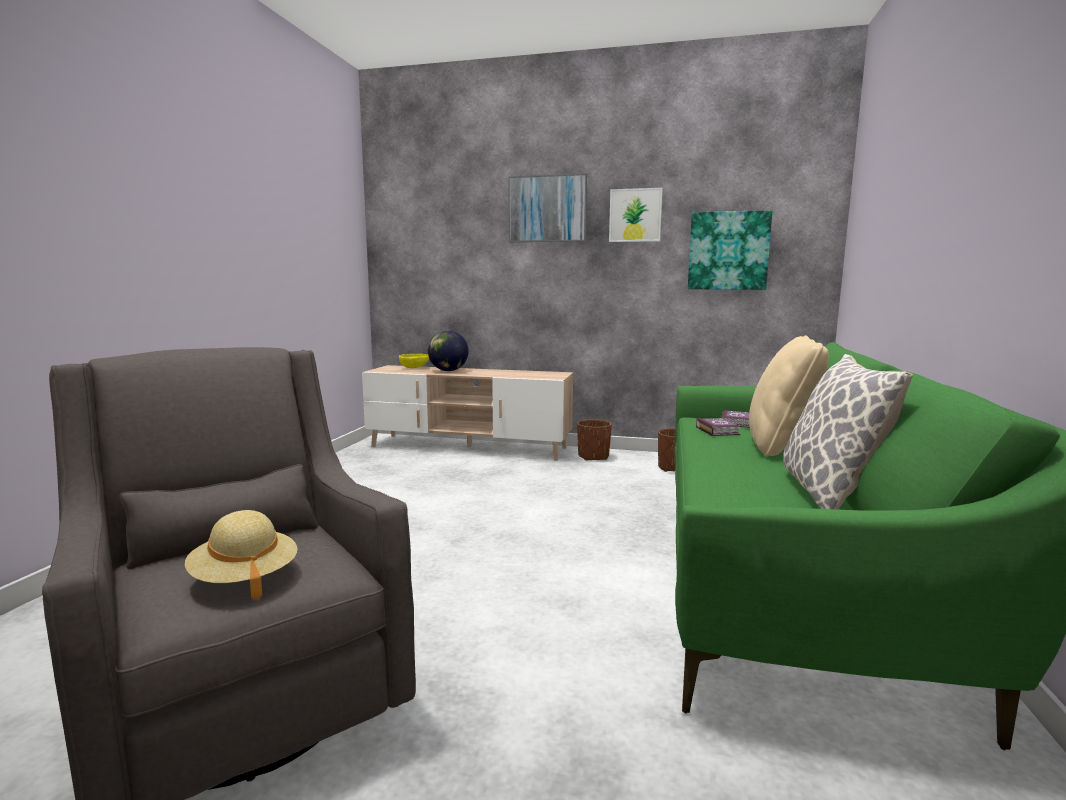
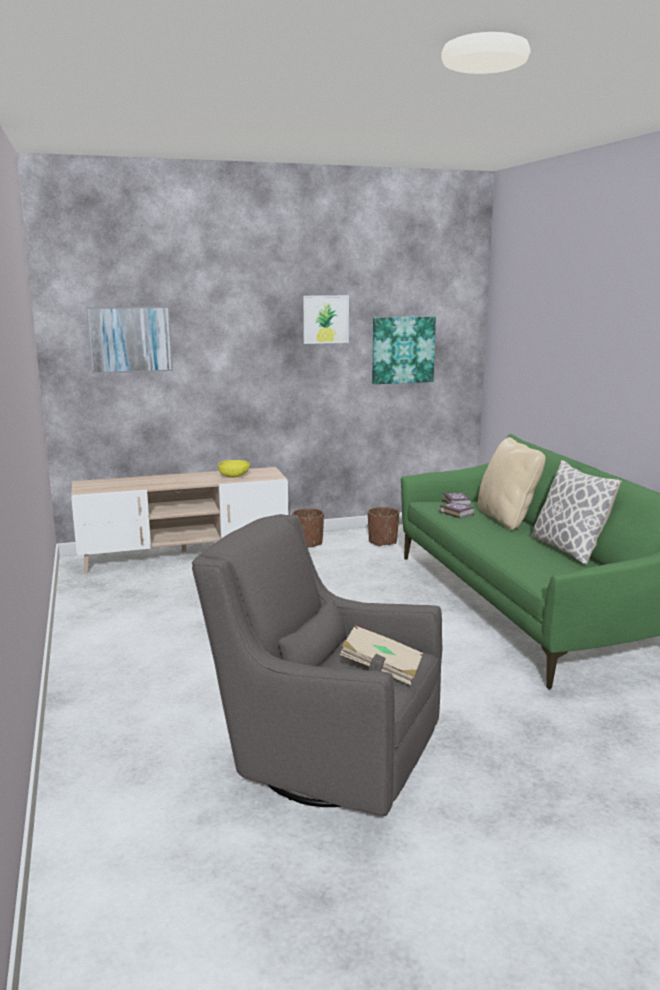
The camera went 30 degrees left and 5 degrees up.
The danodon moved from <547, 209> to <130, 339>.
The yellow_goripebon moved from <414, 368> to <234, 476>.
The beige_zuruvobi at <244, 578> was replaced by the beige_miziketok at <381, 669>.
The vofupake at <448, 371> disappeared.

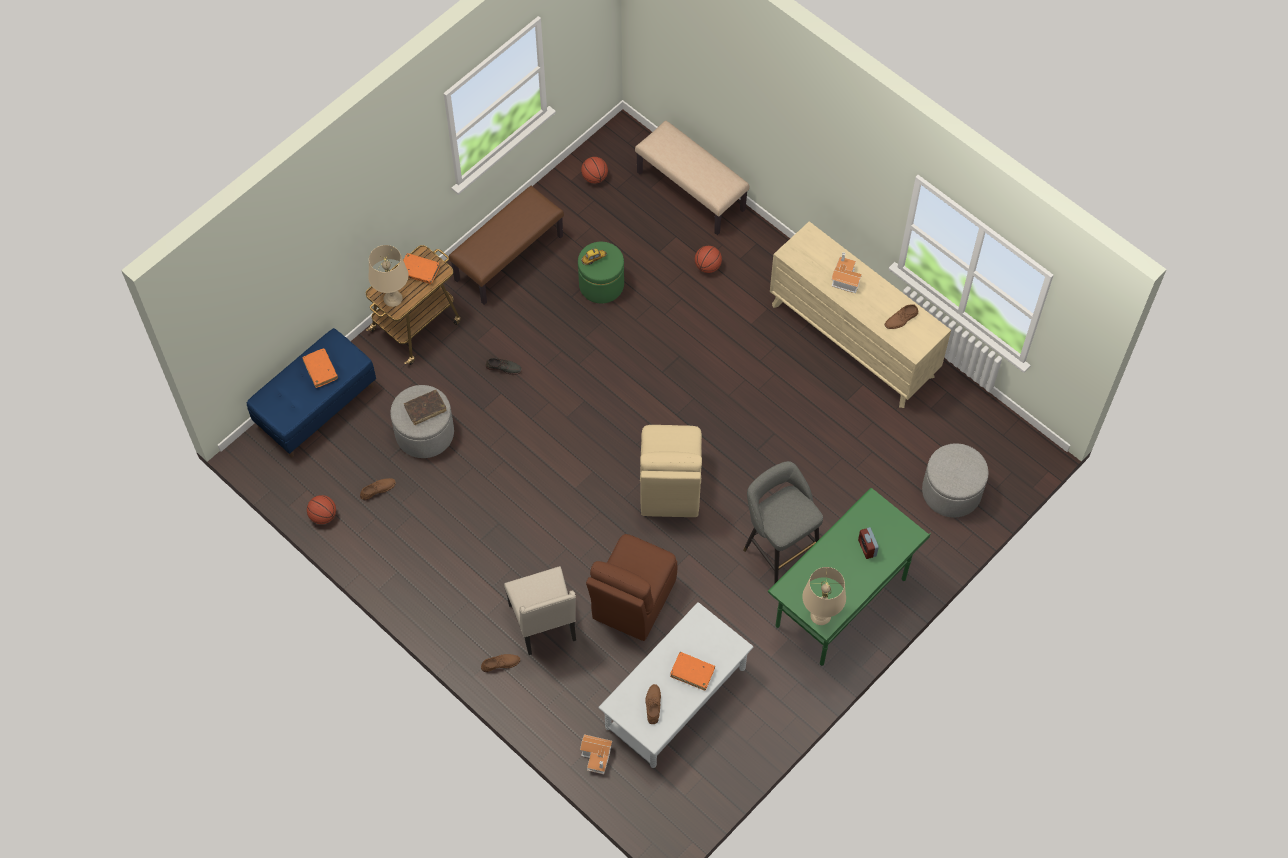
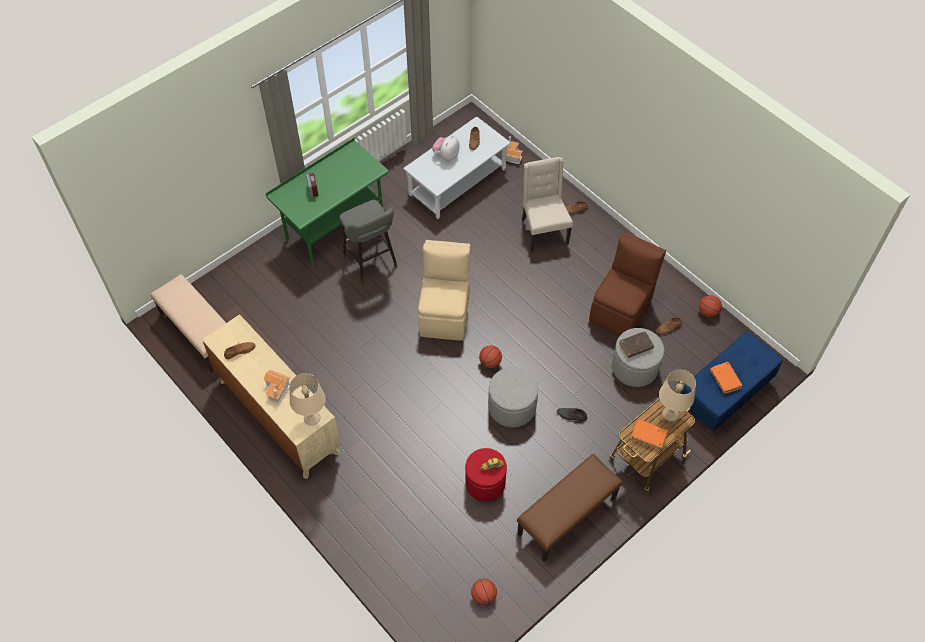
The camera went 175 degrees left and 5 degrees down.
The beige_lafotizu moved from <691, 191> to <199, 333>.
The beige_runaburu moved from <820, 615> to <312, 418>.
The orange_miziketok at <692, 672> was replaced by the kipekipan at <446, 156>.
The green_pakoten at <601, 285> became the red_pakoten at <485, 483>.
The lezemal moved from <707, 266> to <490, 362>.
The grey_pakoten moved from <951, 491> to <512, 406>.
The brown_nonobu moved from <632, 601> to <621, 309>.

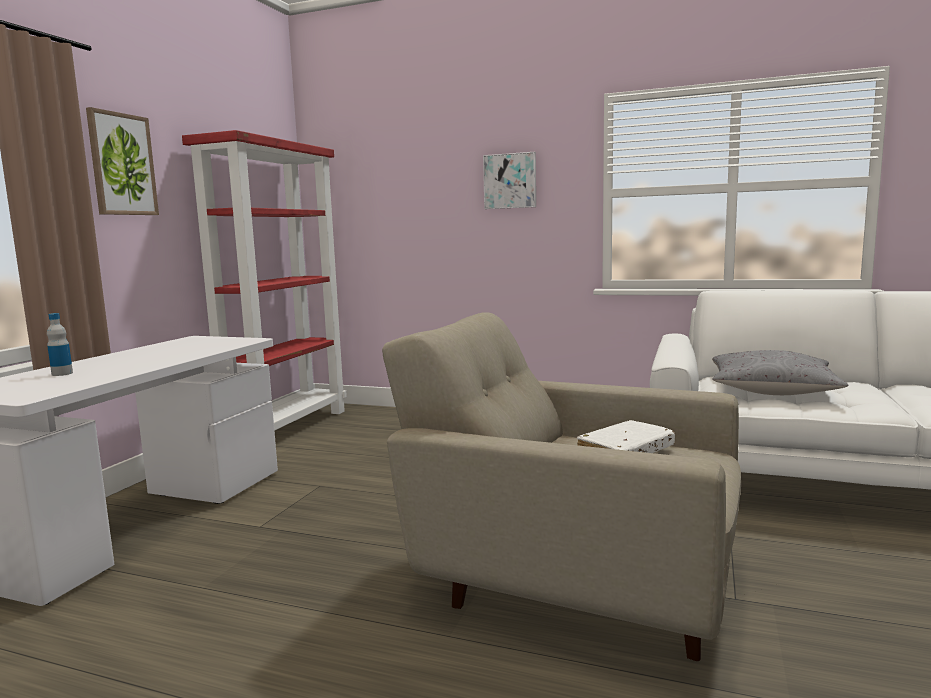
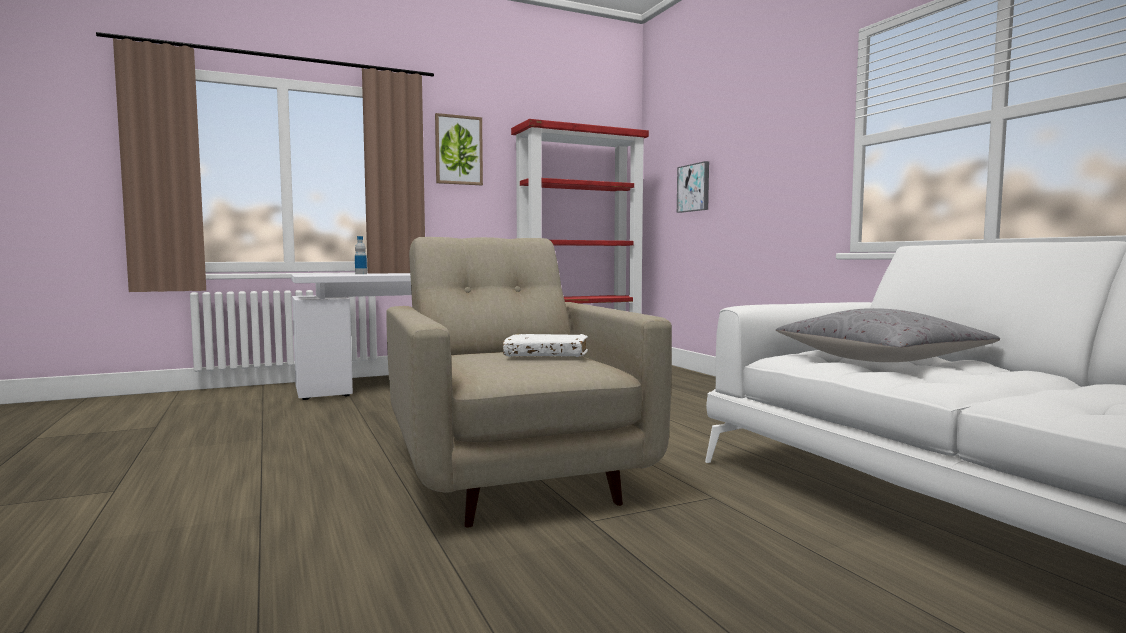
The camera went 45 degrees right and 5 degrees down.
The danodon moved from <510, 181> to <694, 188>.

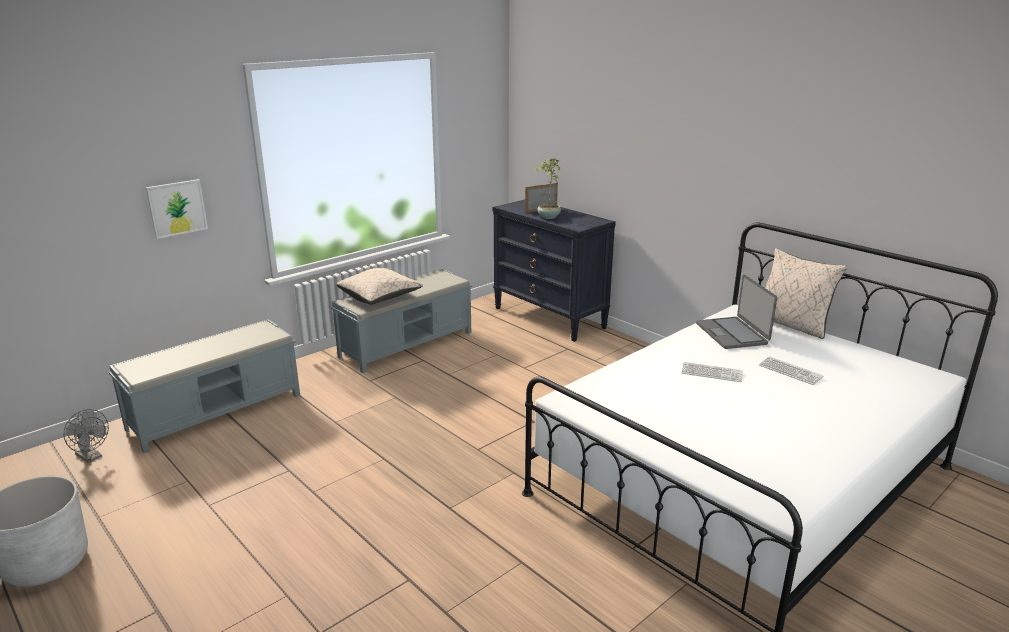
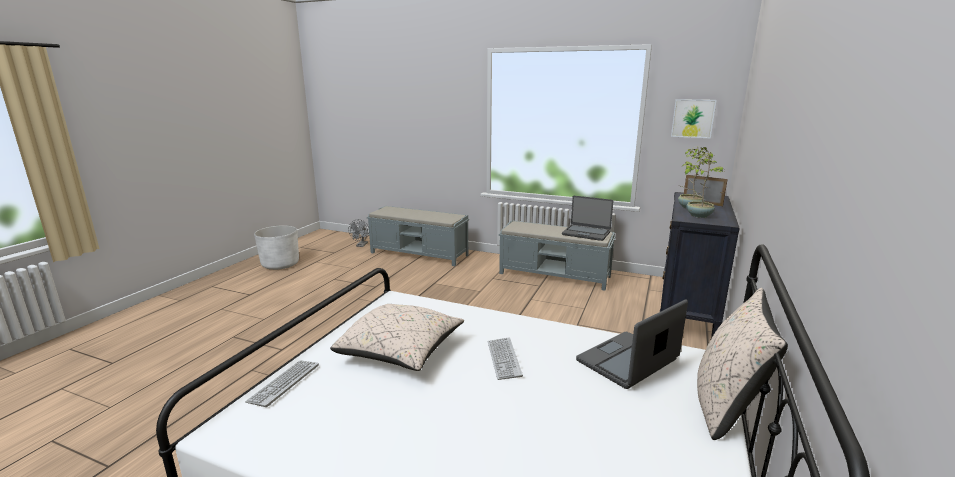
The camera went 65 degrees right and 5 degrees down.
The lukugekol moved from <790, 371> to <284, 383>.
The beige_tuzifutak moved from <380, 297> to <401, 351>.
The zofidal at <586, 233> appeared.
The danodon moved from <177, 208> to <693, 118>.
The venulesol at <698, 215> appeared.

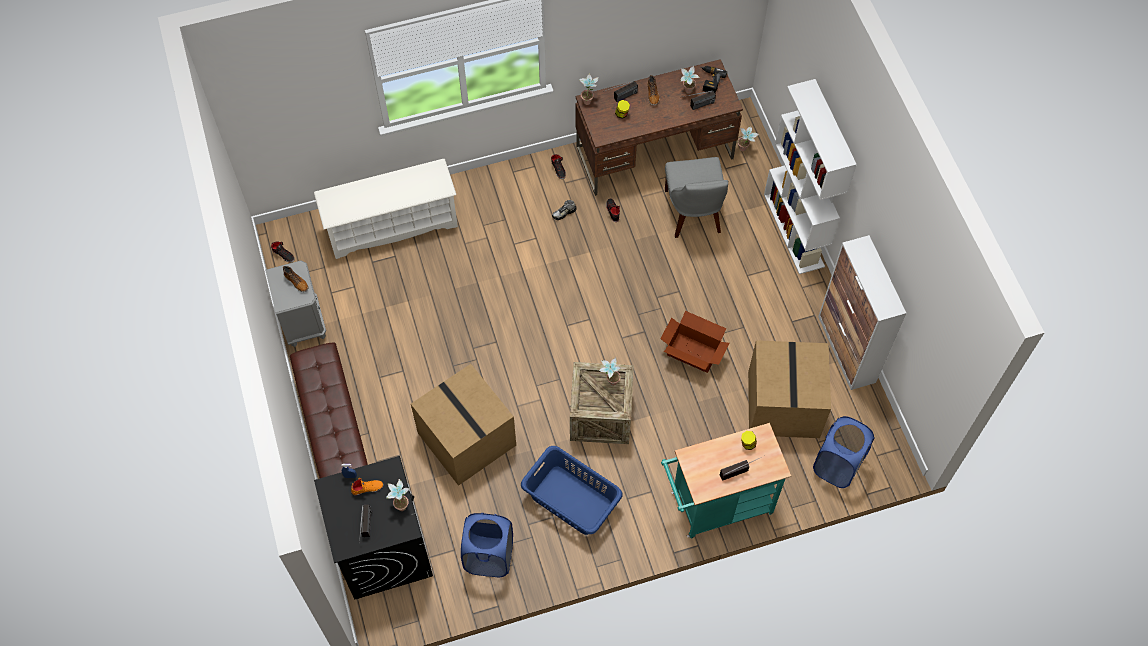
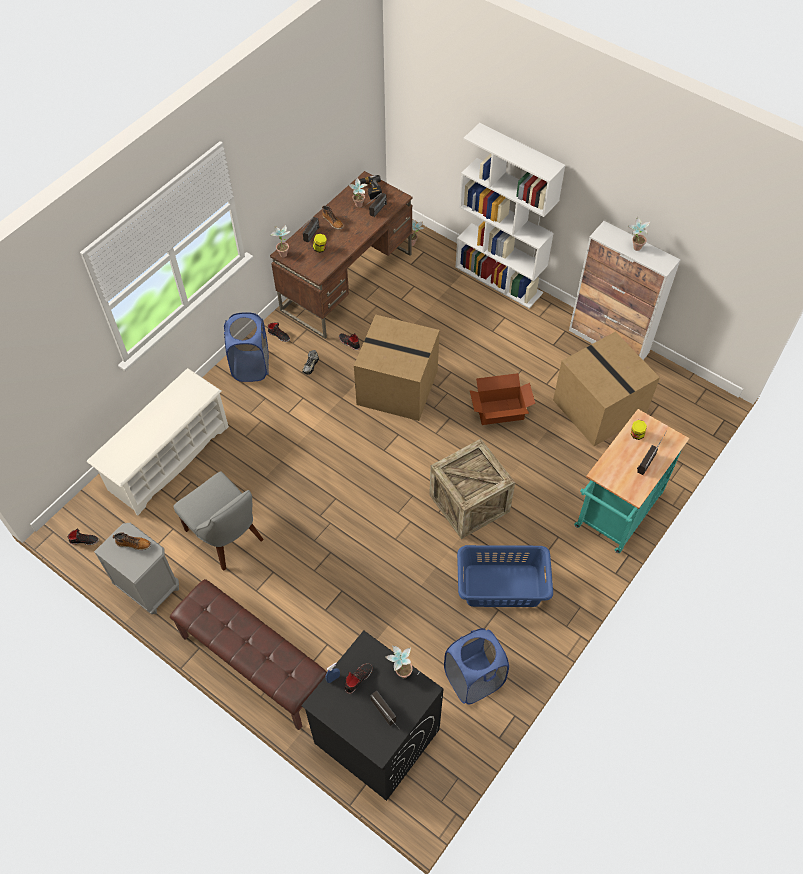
The camera went 35 degrees left and 5 degrees down.
The grey_nonobu moved from <693, 214> to <226, 537>.
The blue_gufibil moved from <837, 465> to <251, 366>.
The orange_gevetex at <367, 488> became the black_gevetex at <358, 678>.
The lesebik moved from <468, 439> to <398, 386>.
The venulesol moved from <610, 381> to <634, 248>.

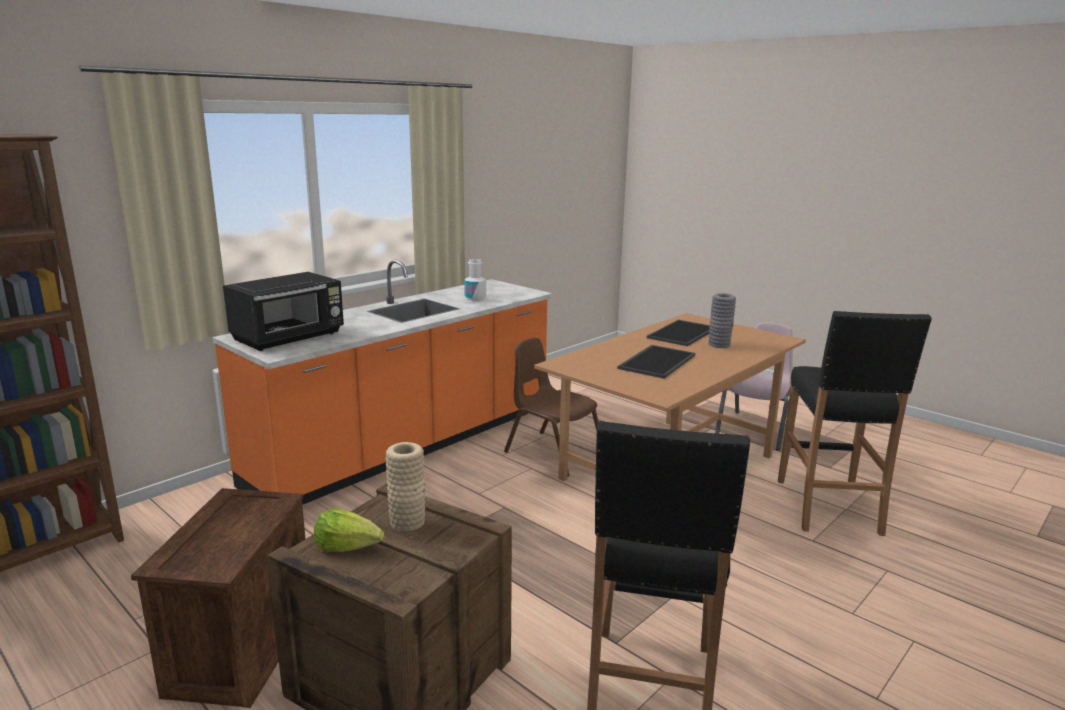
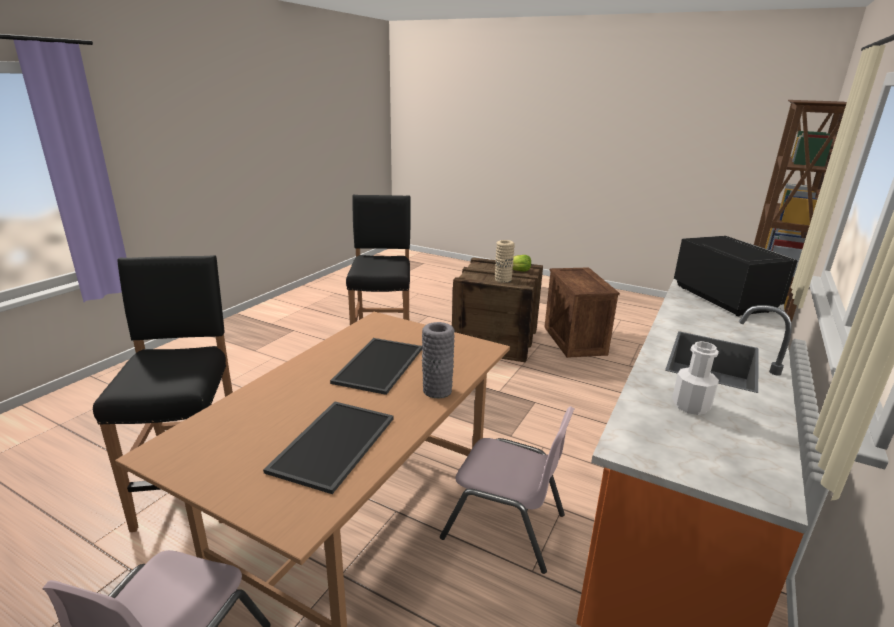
The camera went 165 degrees right and 5 degrees up.
The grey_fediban moved from <719, 345> to <437, 390>.
The brown_nonobu at <554, 452> became the pink_nonobu at <504, 526>.
The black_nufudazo at <289, 337> turned 135 degrees clockwise.

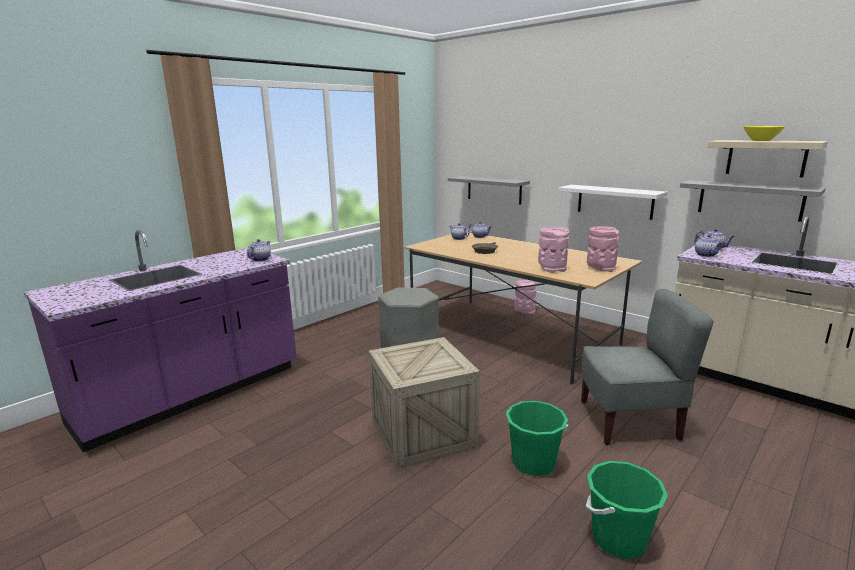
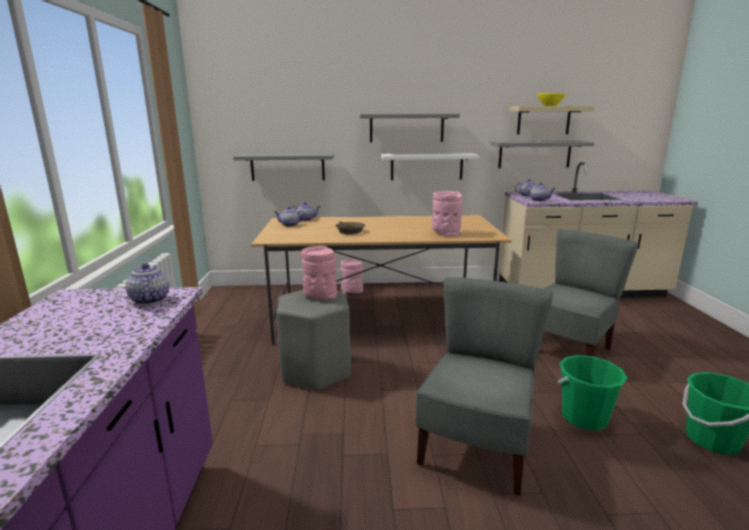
The camera went 45 degrees left and 0 degrees up.
The pink_fediban moved from <600, 268> to <319, 295>.
The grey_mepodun at <406, 128> appeared.
The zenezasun at <423, 434> was replaced by the grey_nonobu at <477, 447>.

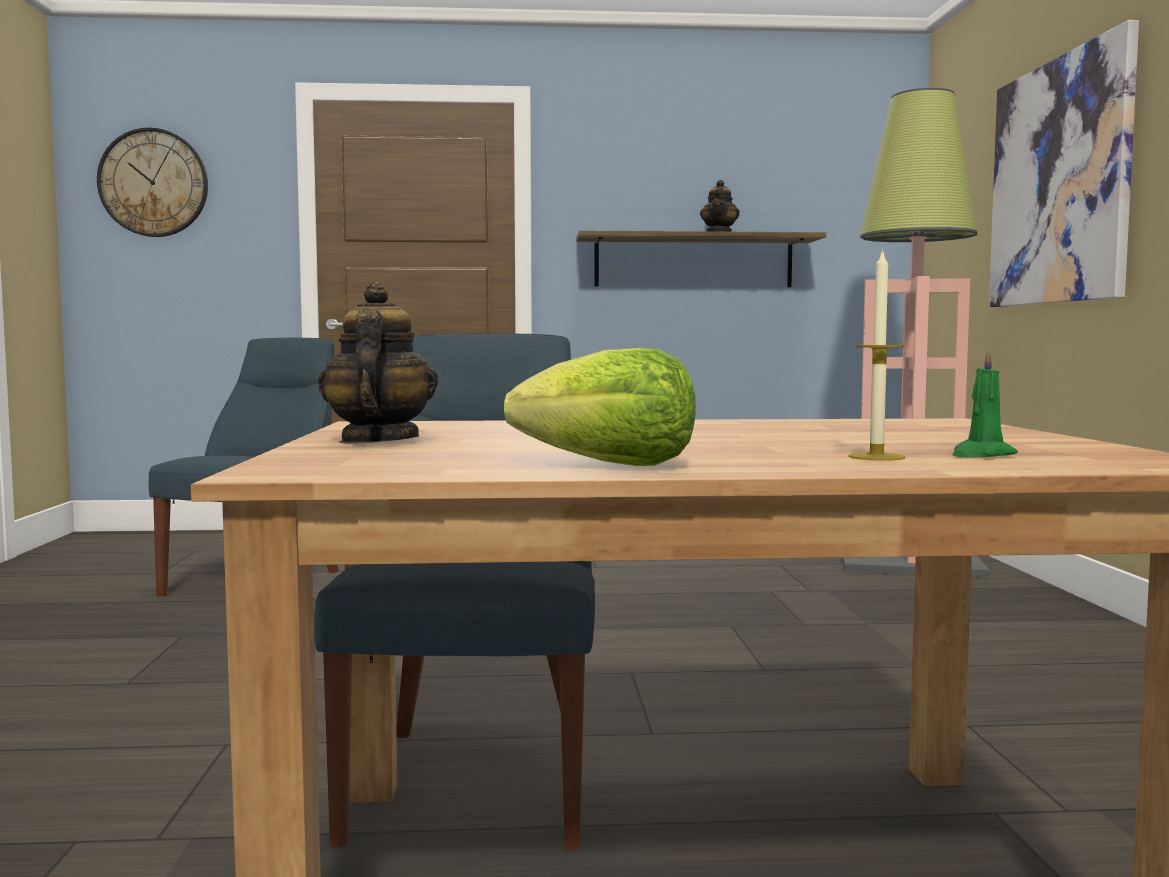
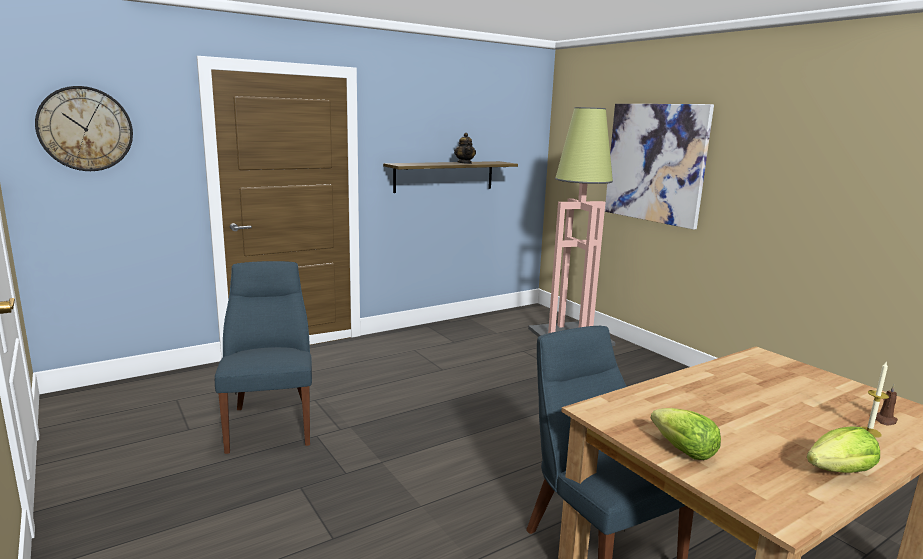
The camera went 30 degrees left and 10 degrees up.
The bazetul at <378, 441> was replaced by the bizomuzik at <683, 451>.
The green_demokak at <981, 455> became the brown_demokak at <885, 420>.

